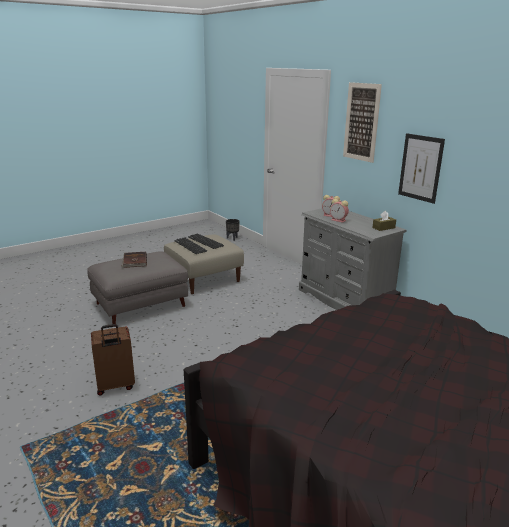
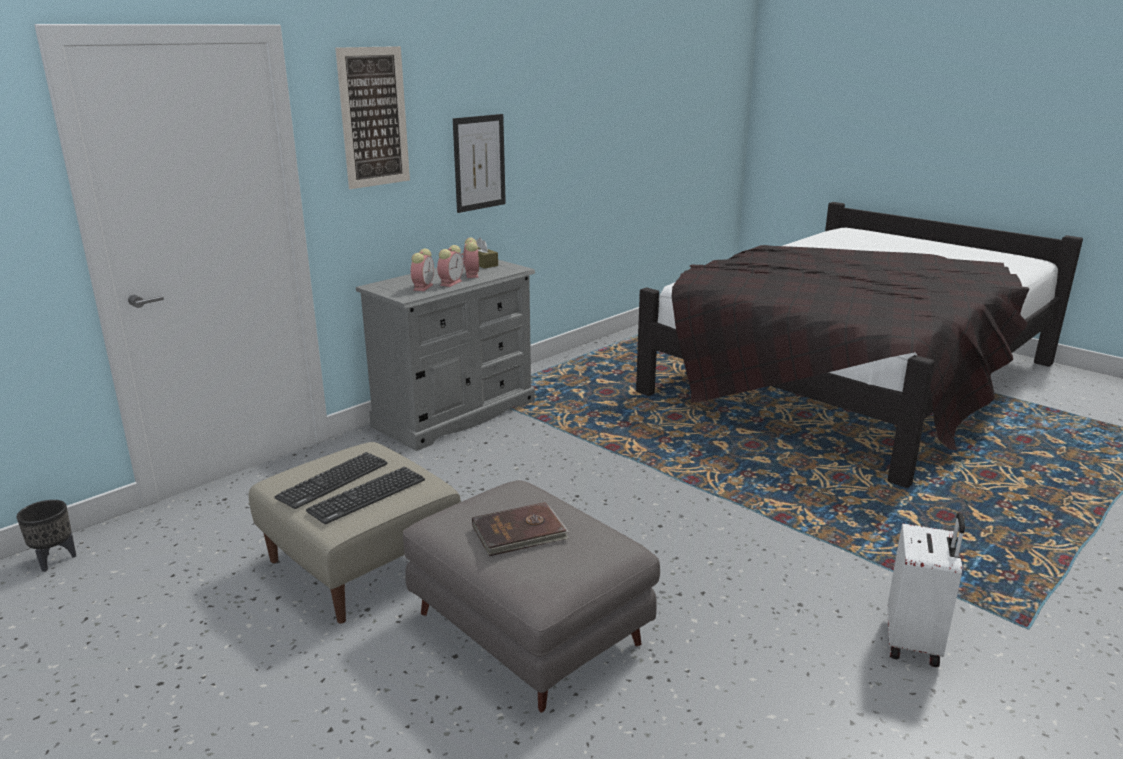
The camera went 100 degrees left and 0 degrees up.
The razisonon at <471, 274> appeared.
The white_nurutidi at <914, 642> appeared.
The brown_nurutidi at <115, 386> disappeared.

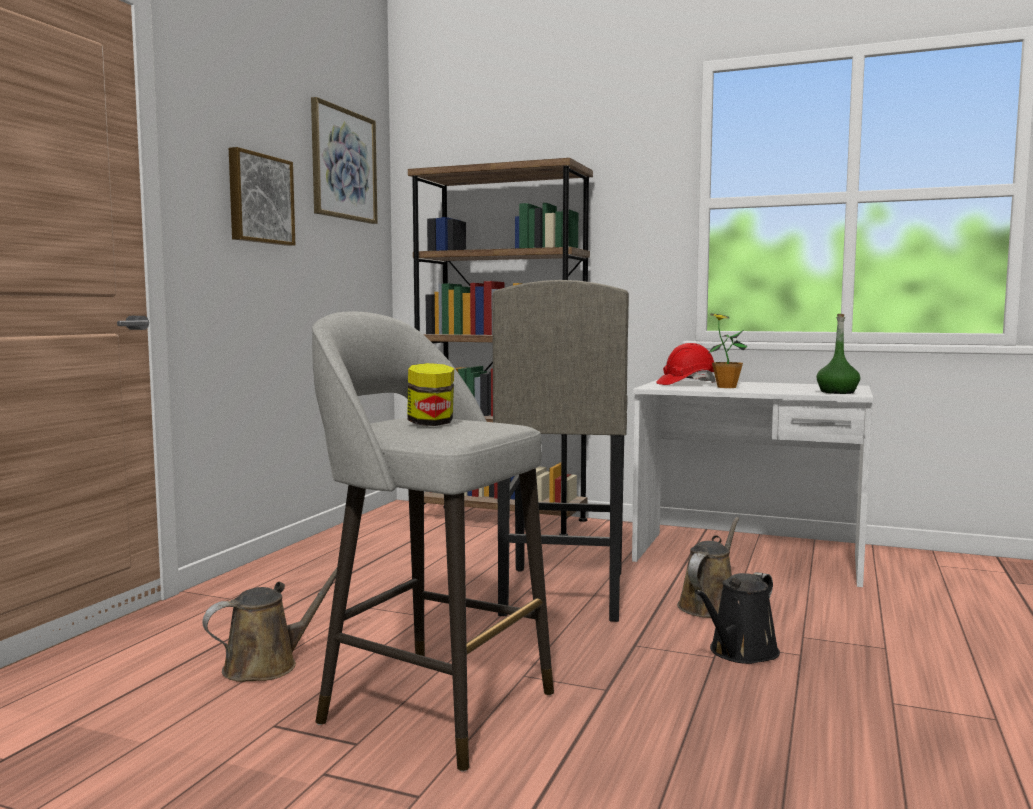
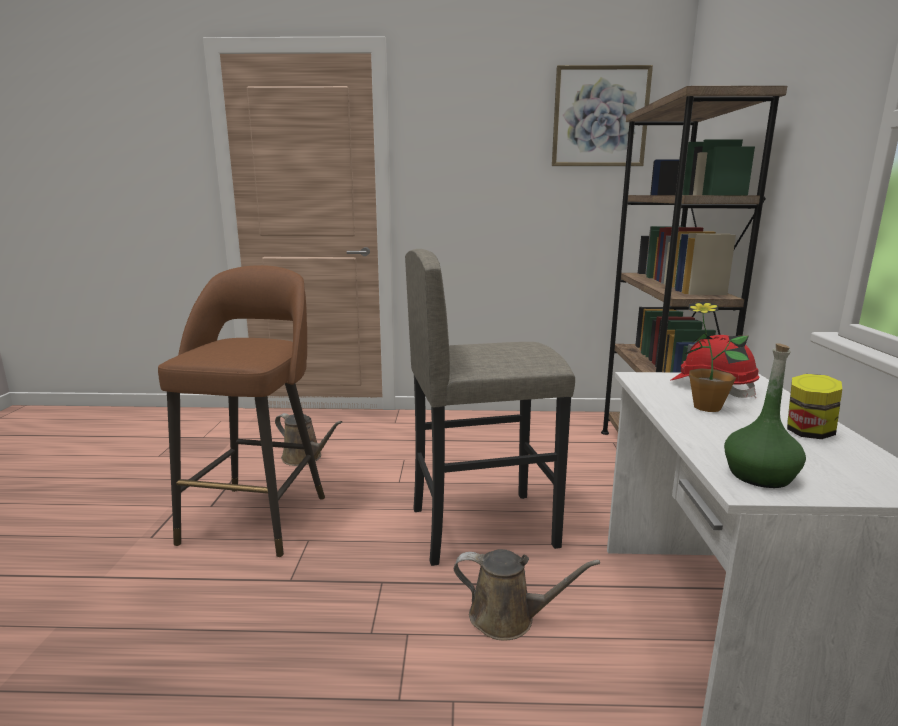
The camera went 70 degrees right and 10 degrees up.
The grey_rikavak at <432, 705> became the brown_rikavak at <258, 517>.
The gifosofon moved from <431, 424> to <808, 433>.
The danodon at <259, 199> disappeared.
The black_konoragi at <740, 652> disappeared.

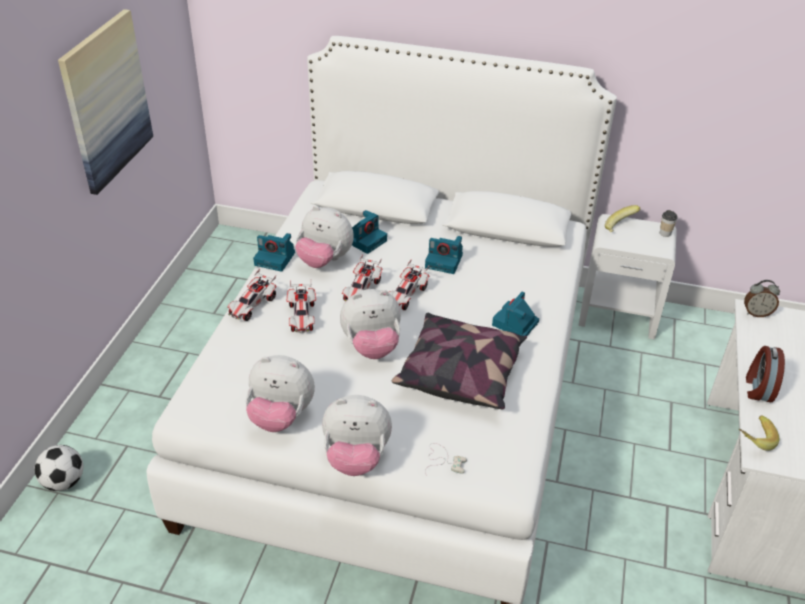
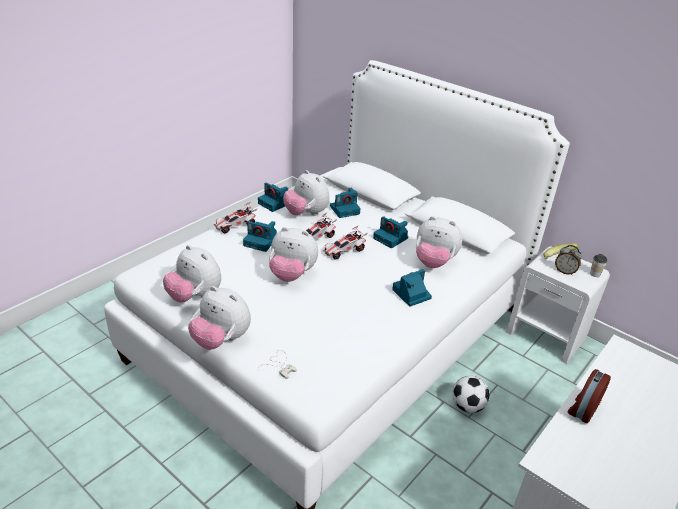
The camera went 25 degrees right and 5 degrees down.
The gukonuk at <302, 317> was replaced by the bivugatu at <261, 242>.
The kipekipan at <434, 262> appeared.
The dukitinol moved from <64, 482> to <467, 406>.
The razisonon moved from <756, 313> to <564, 271>.
The danodon at <106, 101> disappeared.
The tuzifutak at <460, 373> disappeared.
The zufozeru at <752, 438> disappeared.

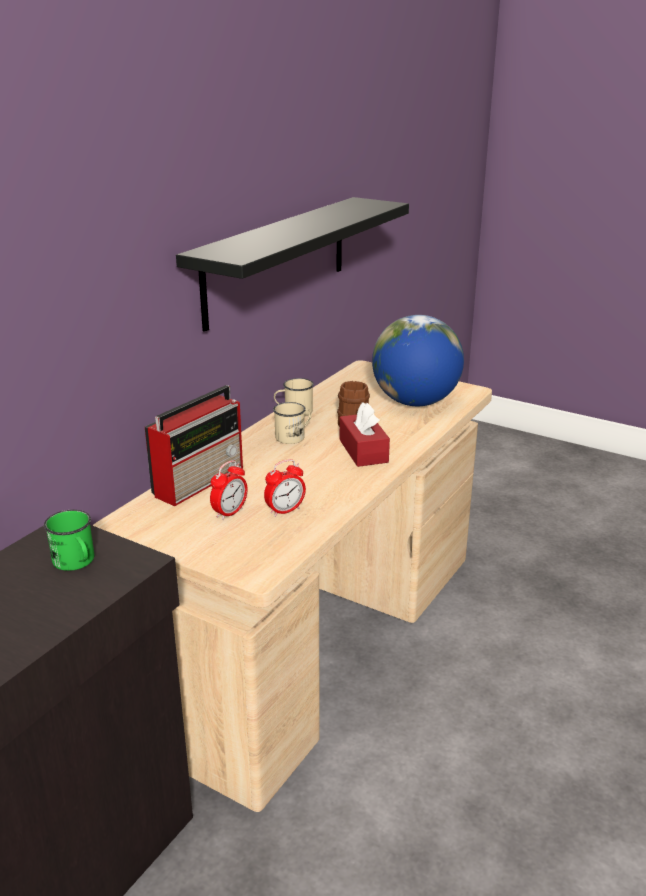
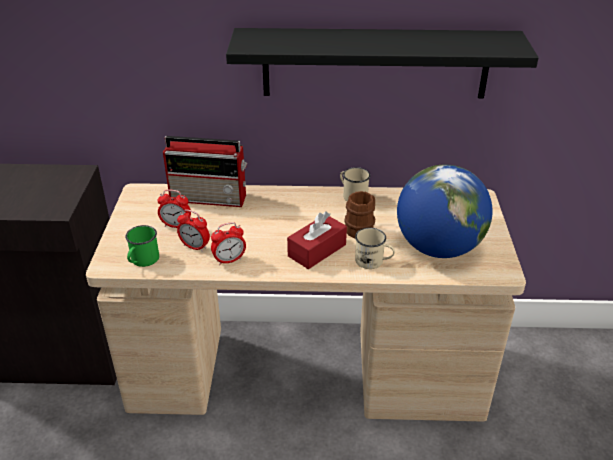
The camera went 60 degrees right and 10 degrees up.
The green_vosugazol moved from <76, 562> to <142, 261>.
The razisonon at <229, 260> appeared.
The beige_vosugazol moved from <294, 436> to <373, 261>.

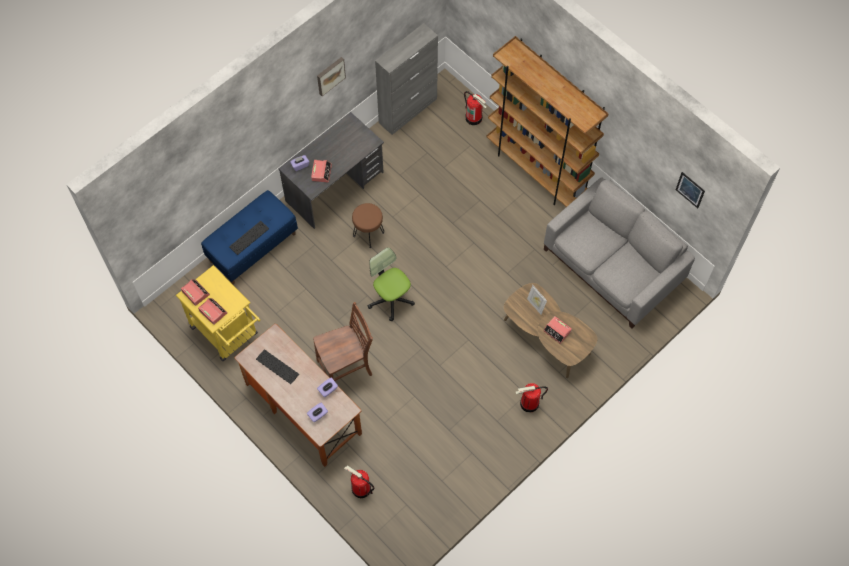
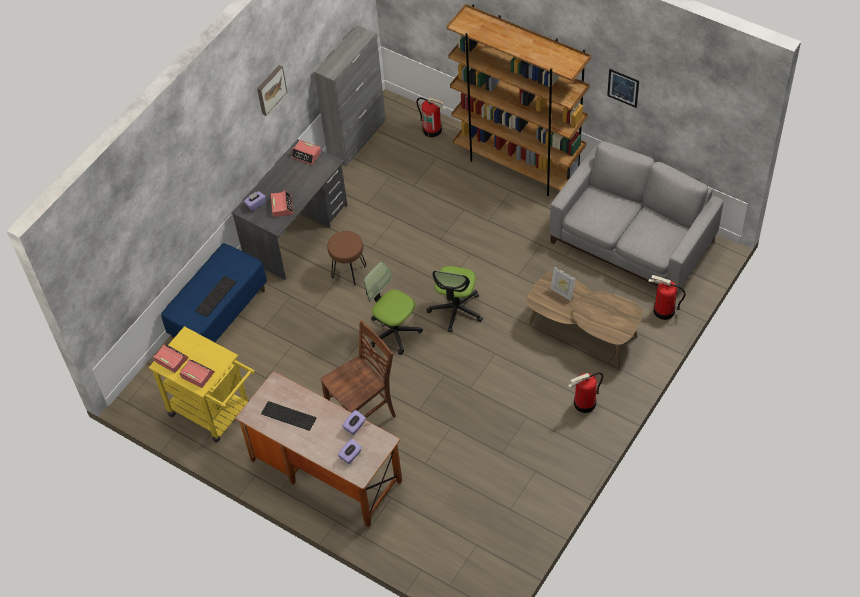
The camera went 10 degrees left and 10 degrees down.
The razisonon moved from <557, 331> to <306, 155>.
The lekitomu at <456, 310> appeared.
The danodon moved from <690, 190> to <623, 88>.
The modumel moved from <361, 489> to <663, 311>.

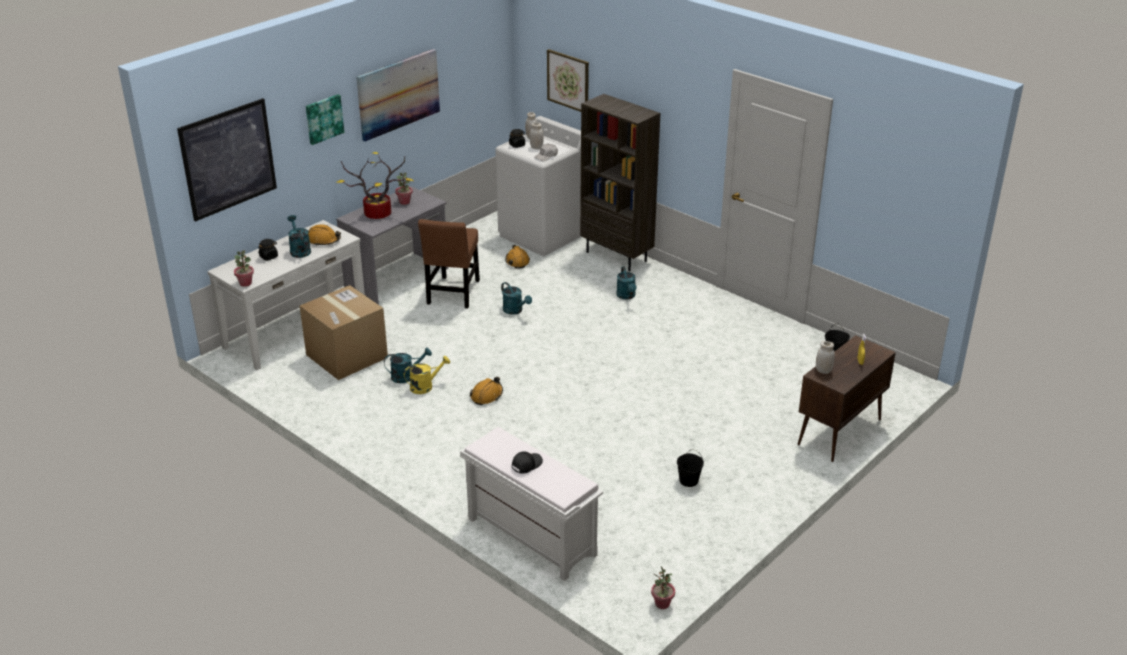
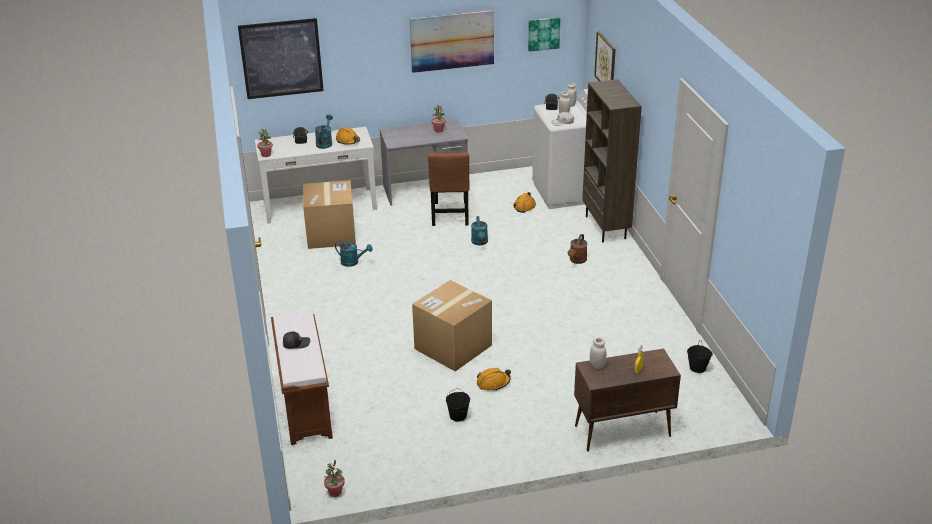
The camera went 35 degrees right and 0 degrees up.
The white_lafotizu at <530, 536> became the brown_lafotizu at <304, 405>.
The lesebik at <453, 347> appeared.
The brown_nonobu at <453, 294> turned 45 degrees counterclockwise.
The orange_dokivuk moved from <487, 395> to <493, 383>.
The danodon moved from <323, 118> to <543, 33>.
The turquoise_konoragi at <627, 296> became the brown_konoragi at <577, 261>.
The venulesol at <376, 215> disappeared.
The yellow_konoragi at <425, 386> disappeared.

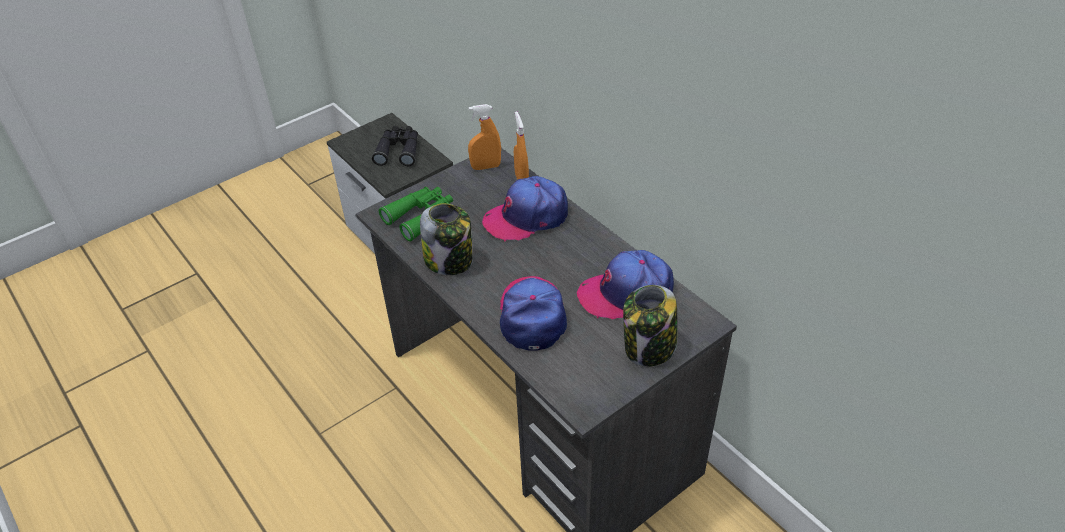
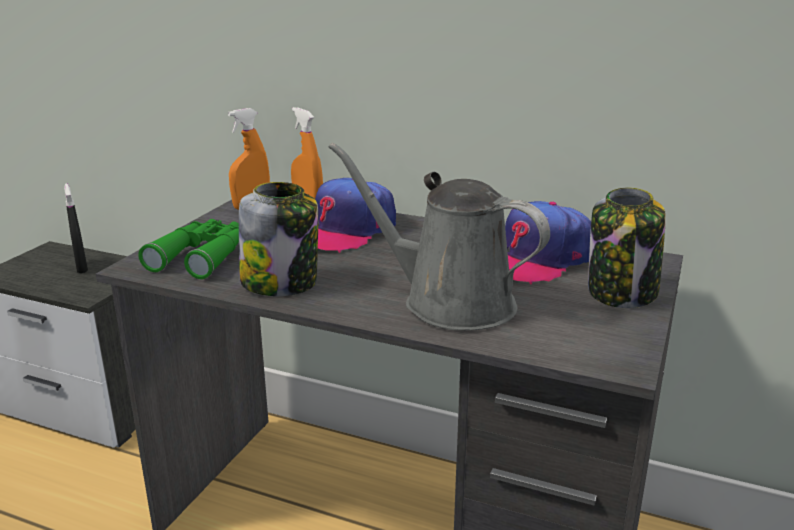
The camera went 30 degrees left and 20 degrees down.
The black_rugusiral at <399, 150> was replaced by the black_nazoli at <81, 267>.
The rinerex at <532, 315> was replaced by the grey_konoragi at <448, 302>.

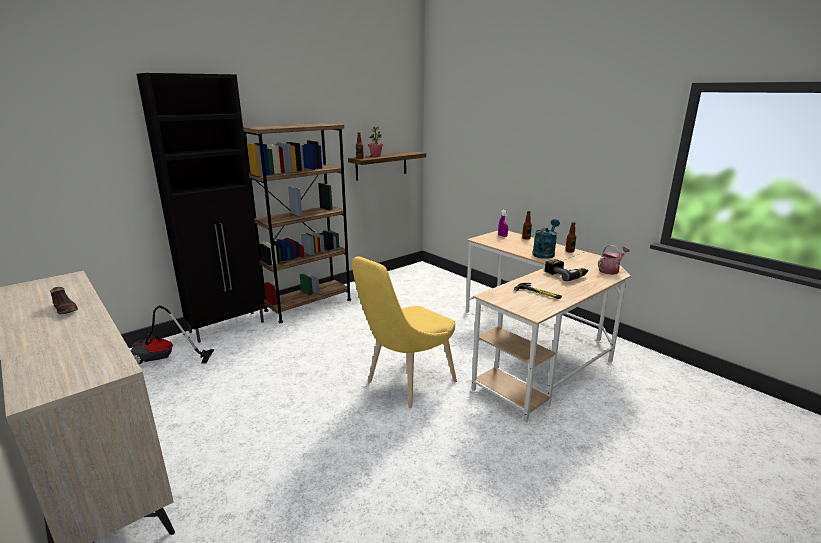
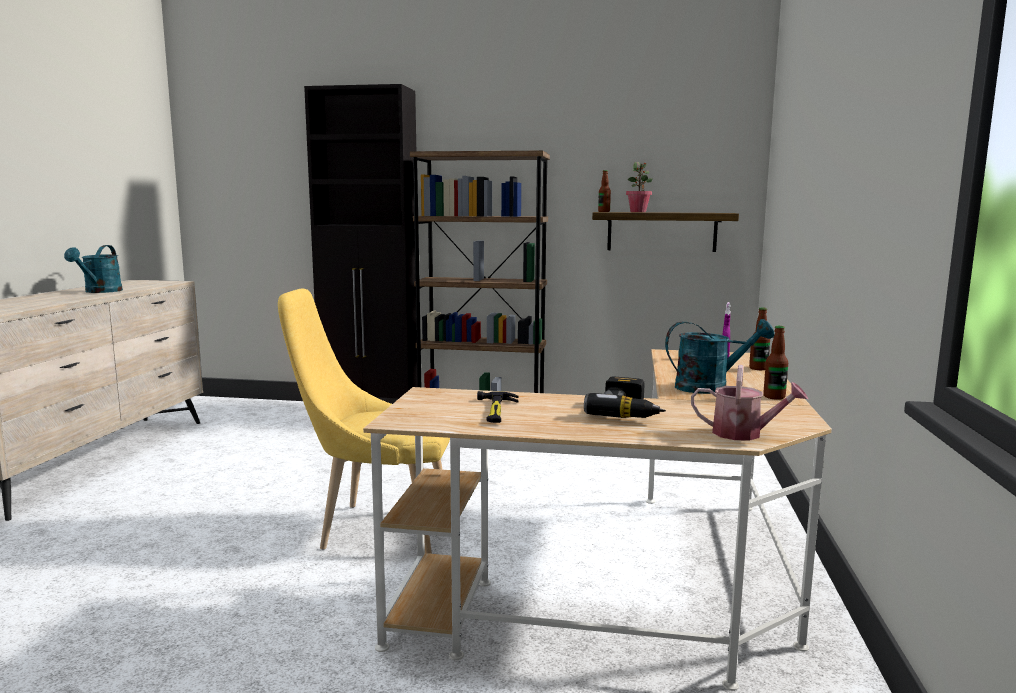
The camera went 50 degrees right and 10 degrees down.
The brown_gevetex at <66, 309> was replaced by the turquoise_konoragi at <100, 291>.
The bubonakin at <163, 359> disappeared.

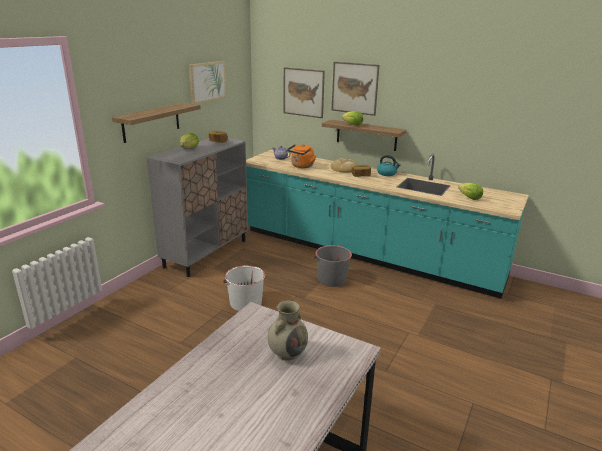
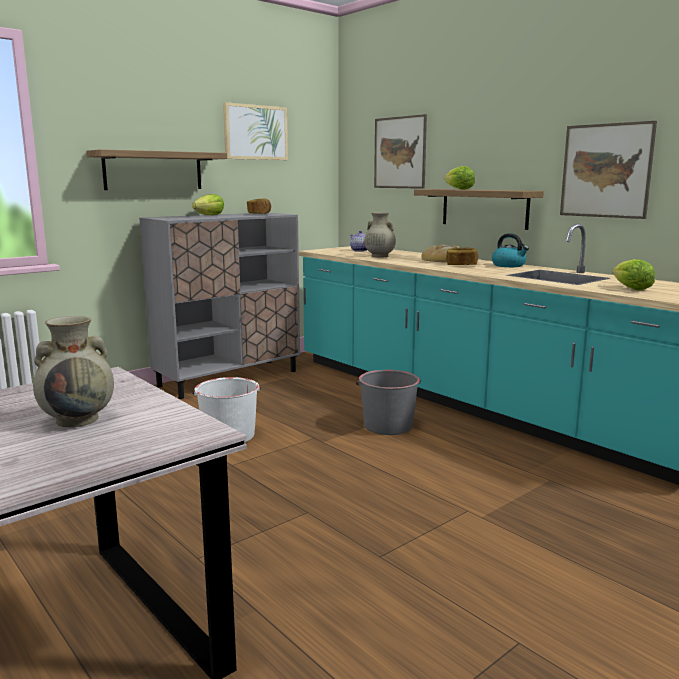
The camera went 20 degrees right and 10 degrees down.
The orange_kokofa at <301, 166> was replaced by the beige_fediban at <379, 256>.
The danodon moved from <354, 88> to <606, 171>.

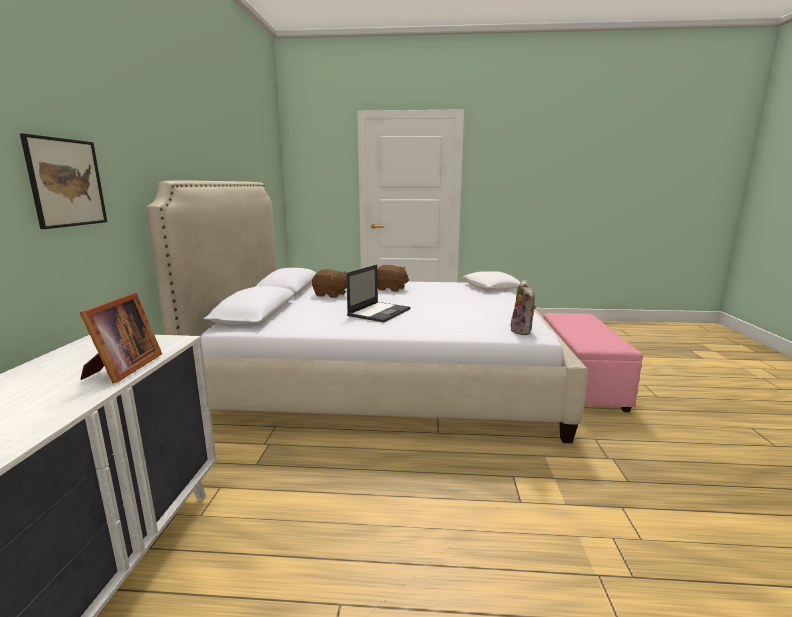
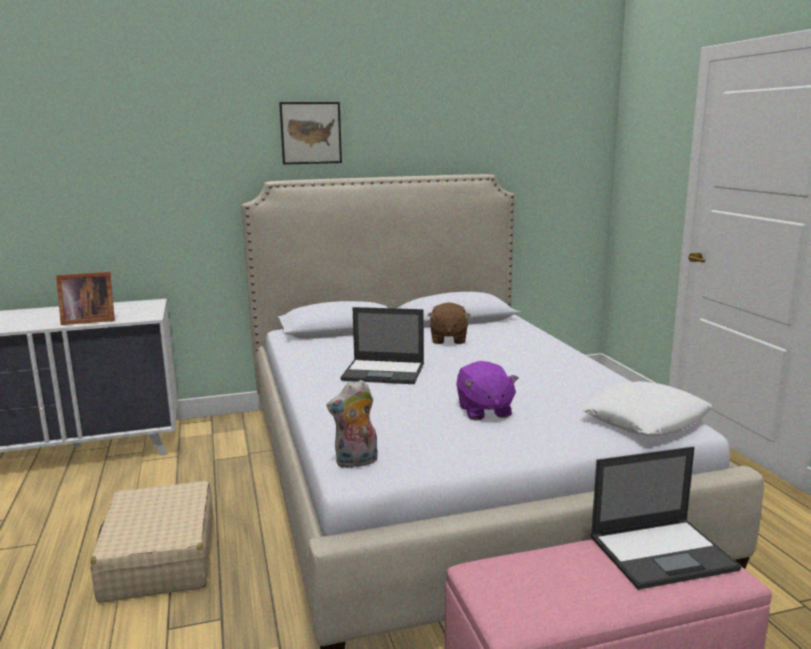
The camera went 70 degrees right and 0 degrees up.
The beige_nurutidi at <159, 557> appeared.
The danodon moved from <66, 183> to <311, 133>.
The purple_kipekipan at <484, 411> appeared.
The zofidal at <663, 552> appeared.
The brown_kipekipan at <391, 289> disappeared.

